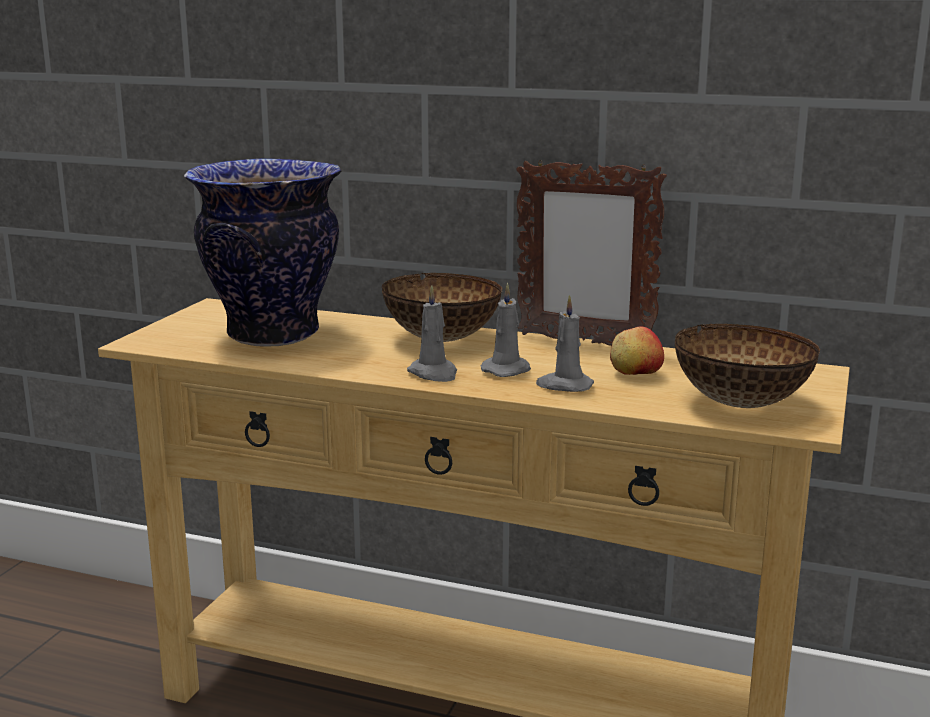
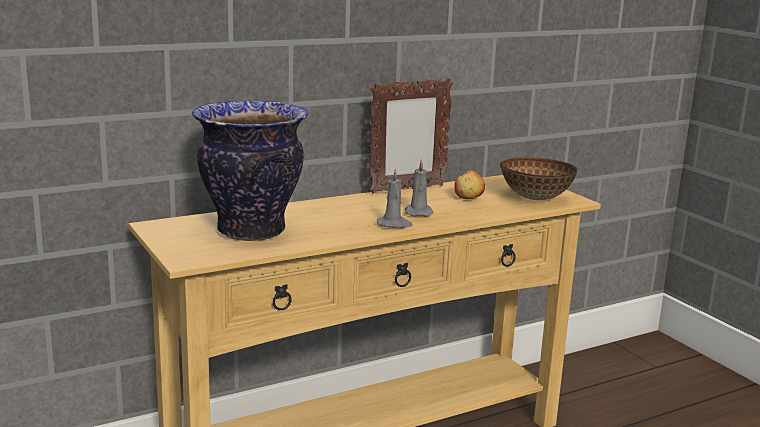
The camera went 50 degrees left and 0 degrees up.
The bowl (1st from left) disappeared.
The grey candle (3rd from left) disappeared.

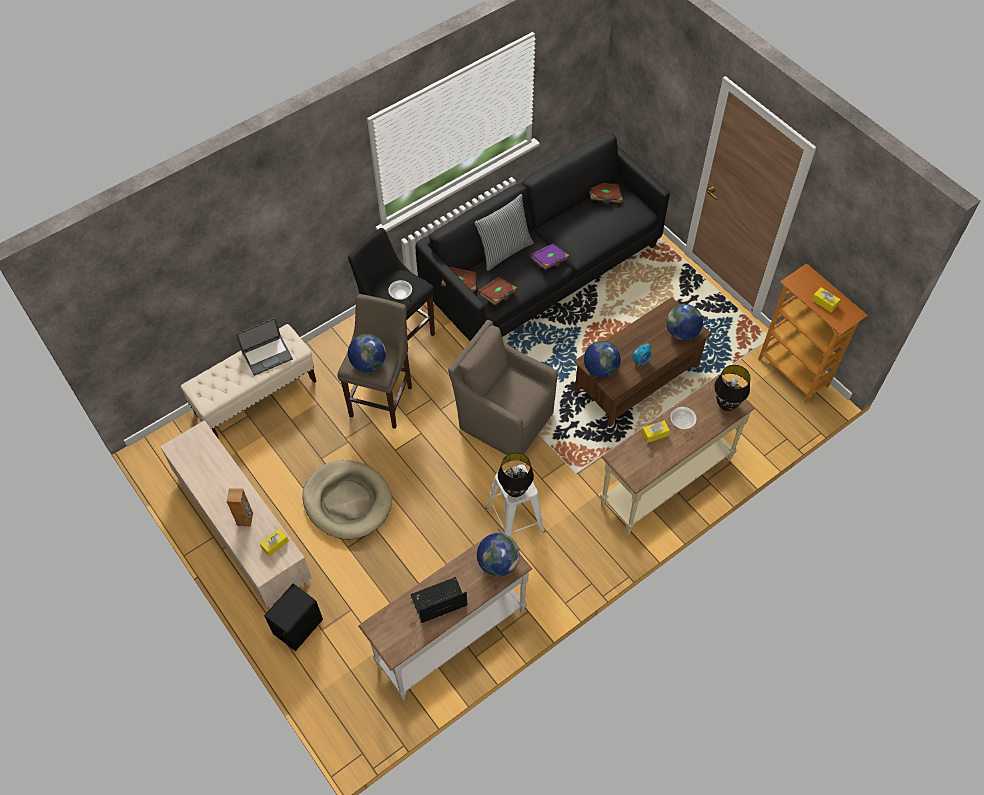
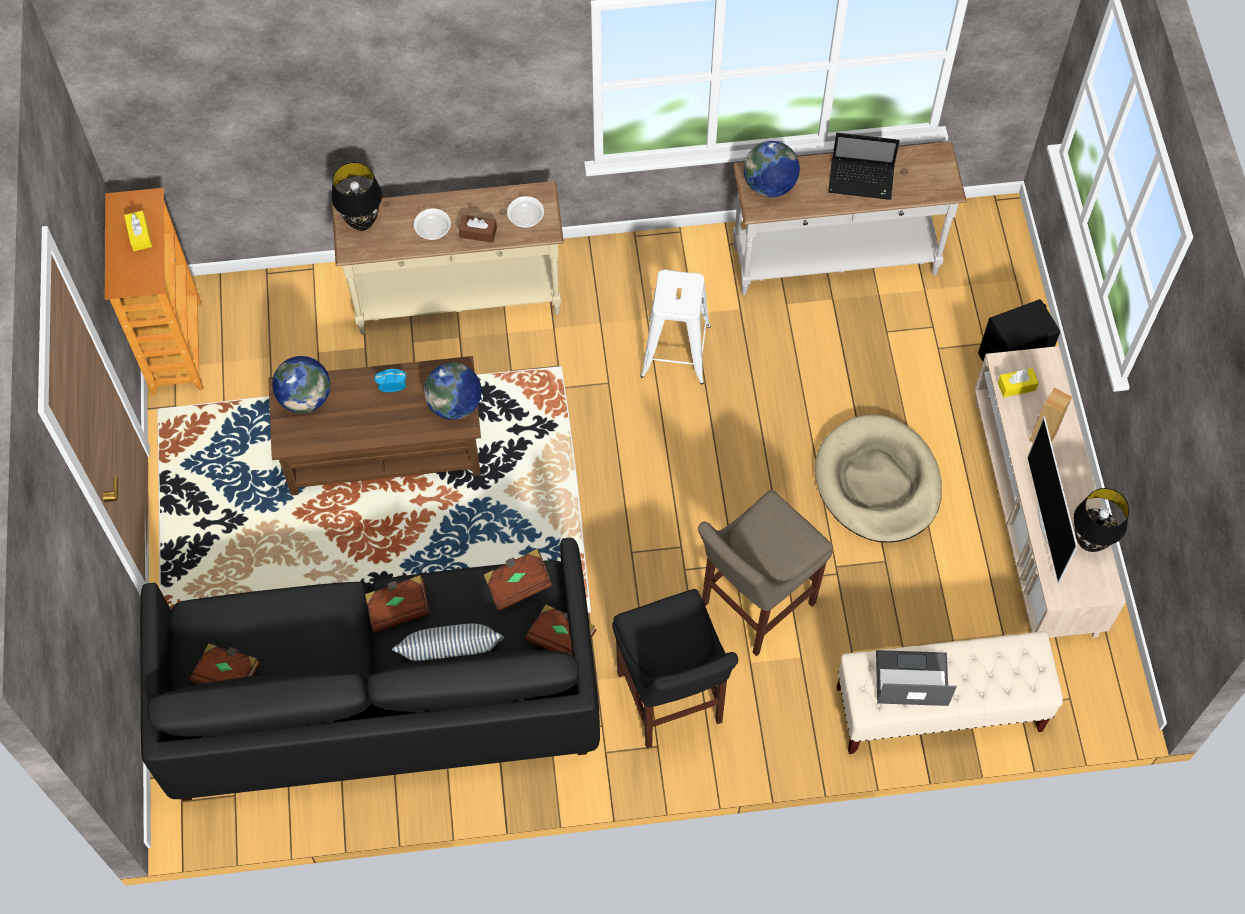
The camera went 150 degrees left and 5 degrees up.
The globe (1st from left) disappeared.
The bowl (1st from left in the first image) moved.
The brown armchair disappeared.
The black table lamp (1st from left in the first image) moved.
The purple book became the brown book (2nd from left).
The yellow tissue box (2nd from left) became the brown tissue box.
The television appeared.

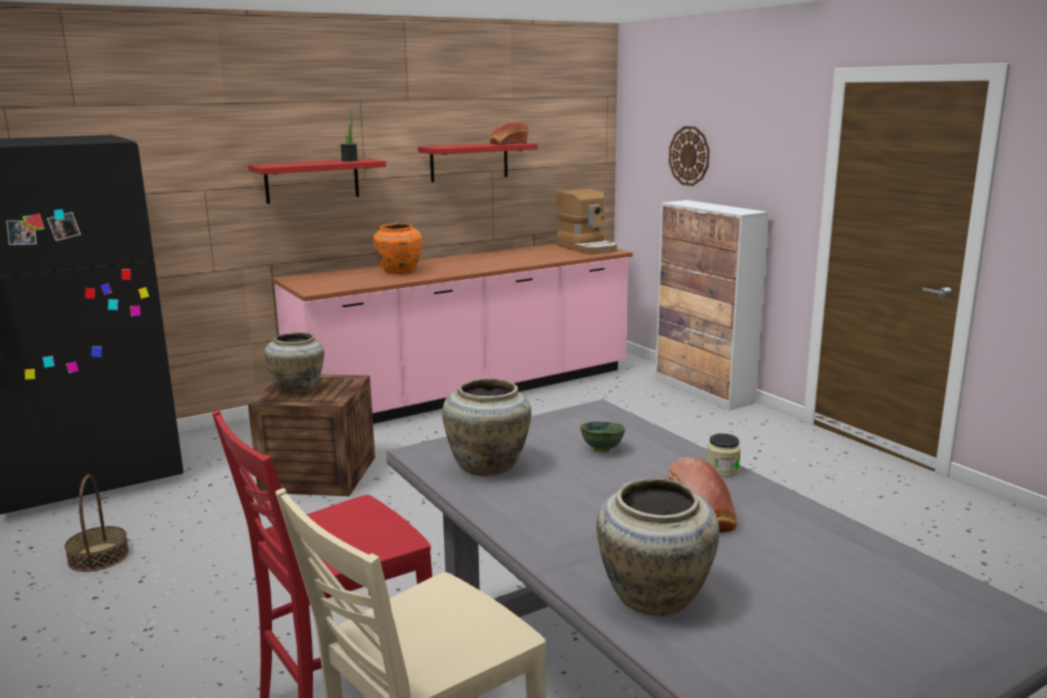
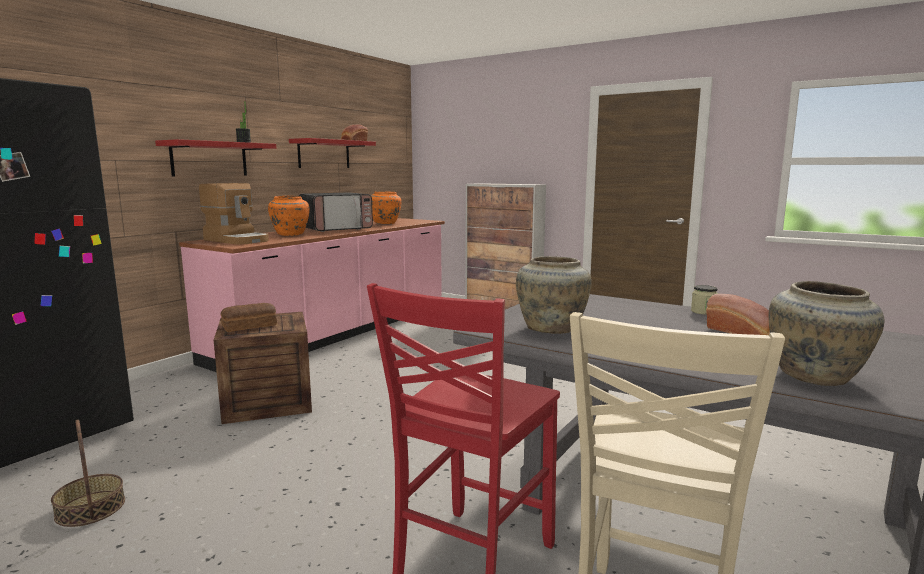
The camera went 25 degrees left and 5 degrees down.
The beige vase (1st from left) was replaced by the bread (1st from left).
The coffee machine moved.
The green bowl disappeared.
The wall clock disappeared.
The microwave appeared.
The orange vase (2nd from left) appeared.

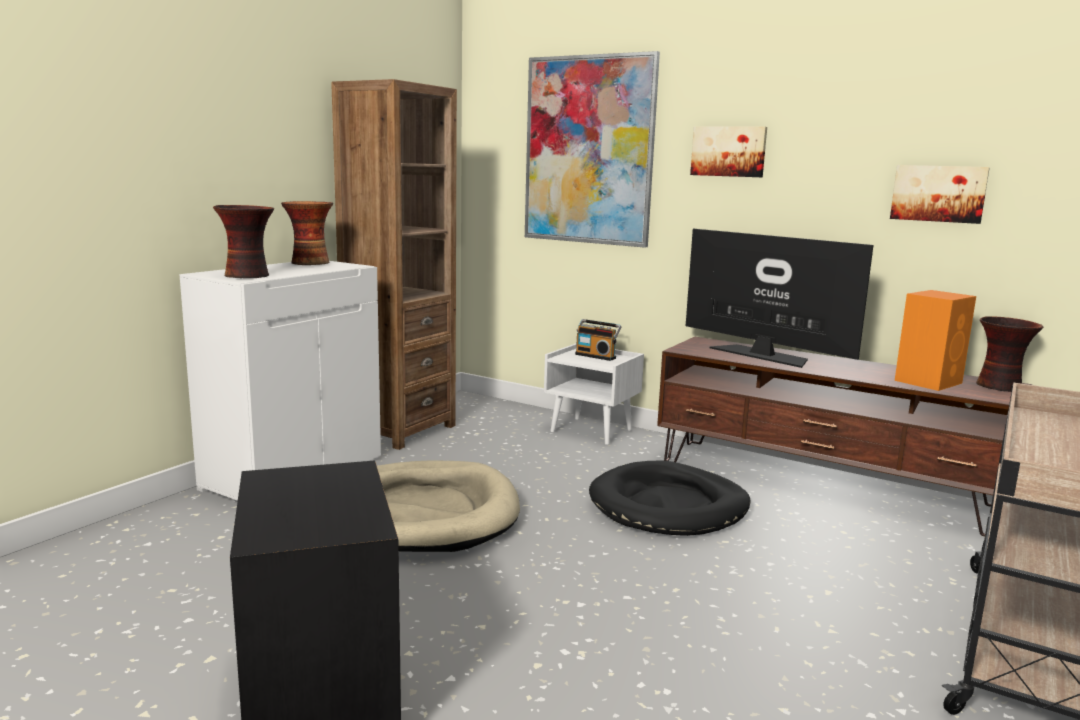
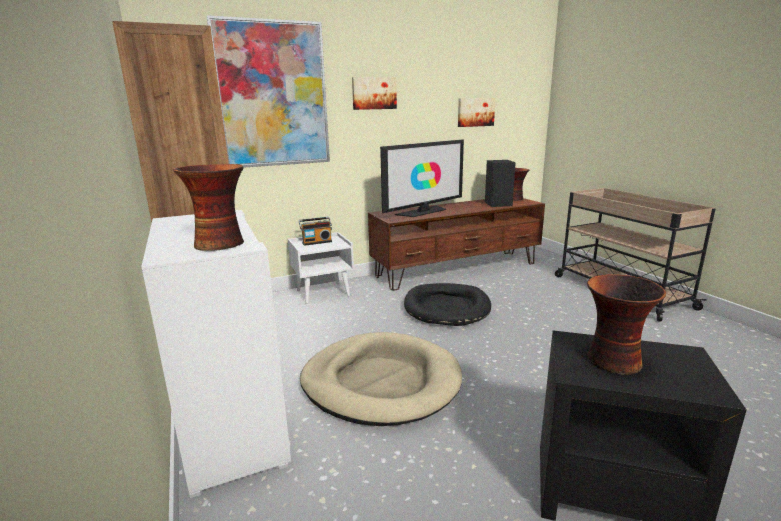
The camera went 55 degrees left and 5 degrees up.
The vase (2nd from left in the first image) moved.
The television turned 150 degrees clockwise.
The orange speaker became the black speaker.

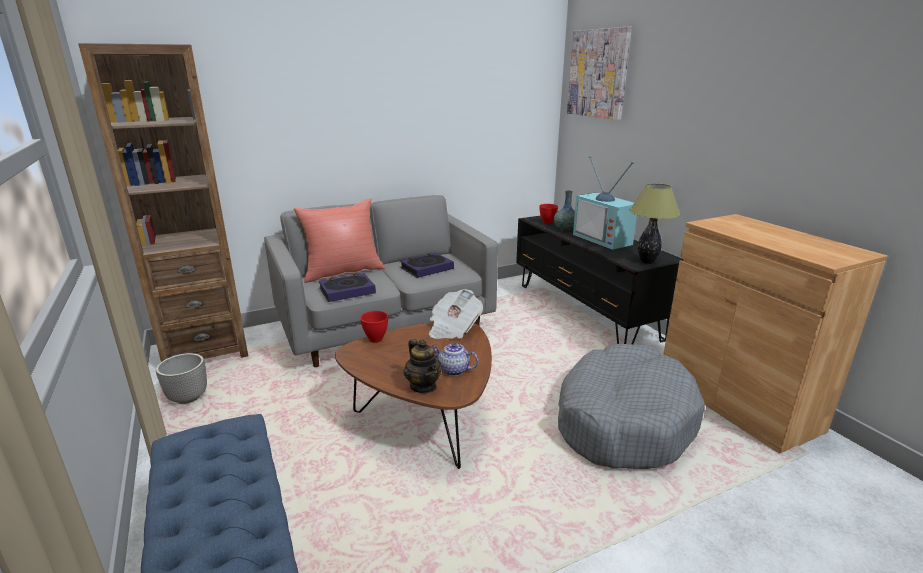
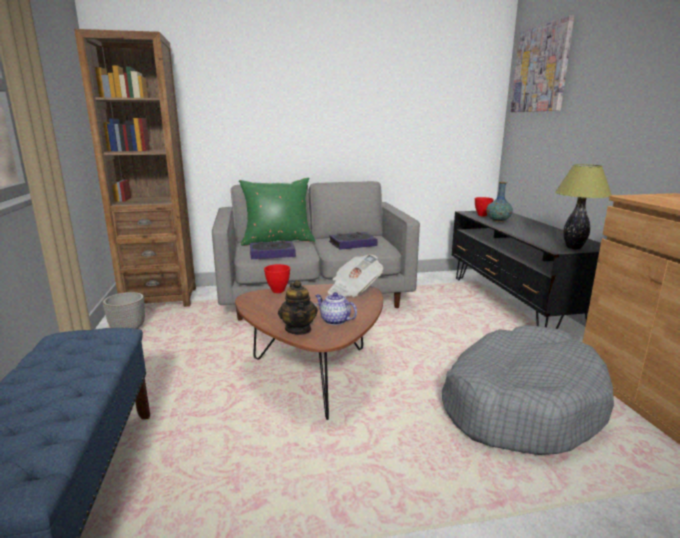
The camera went 15 degrees right and 5 degrees down.
The red pillow became the green pillow.
The television disappeared.

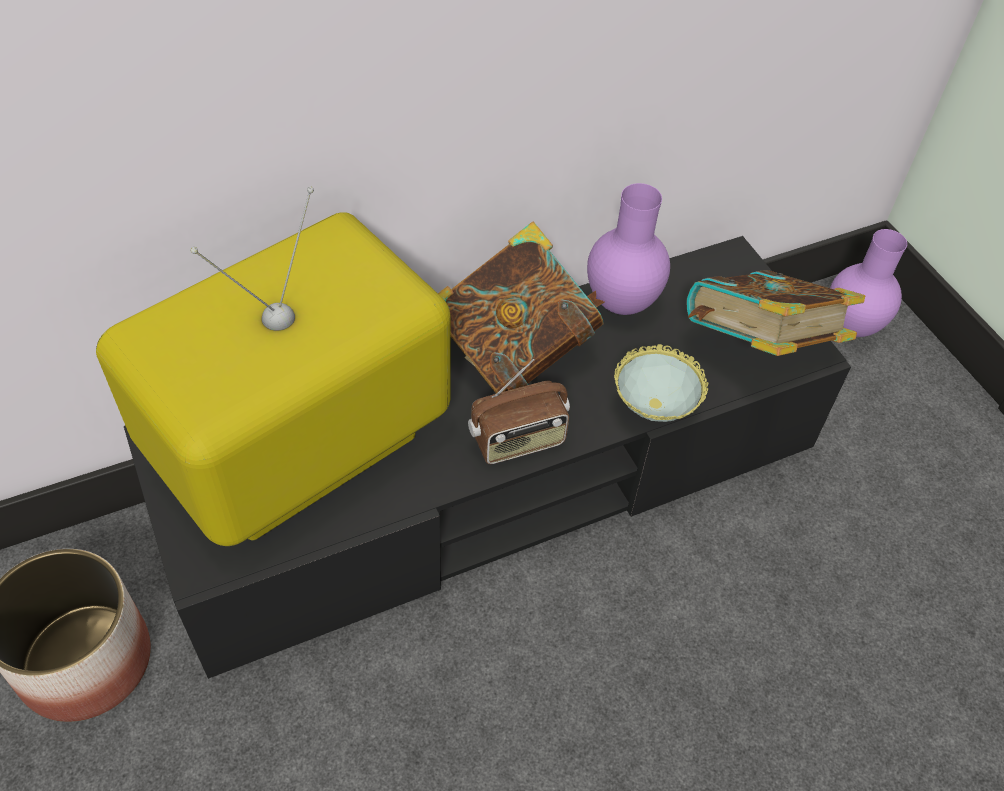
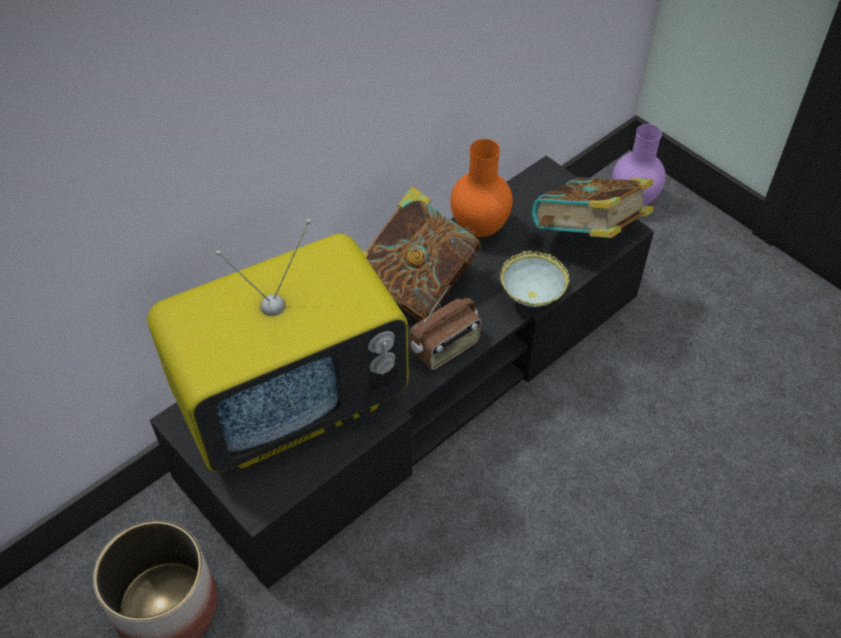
The camera went 15 degrees left and 0 degrees up.
The television turned 150 degrees counterclockwise.
The purple vase (1st from left) became the orange vase.

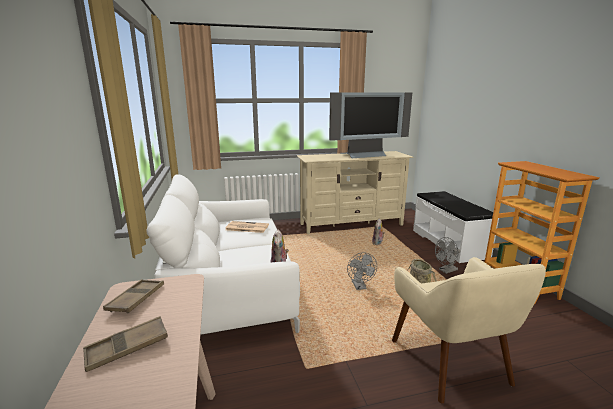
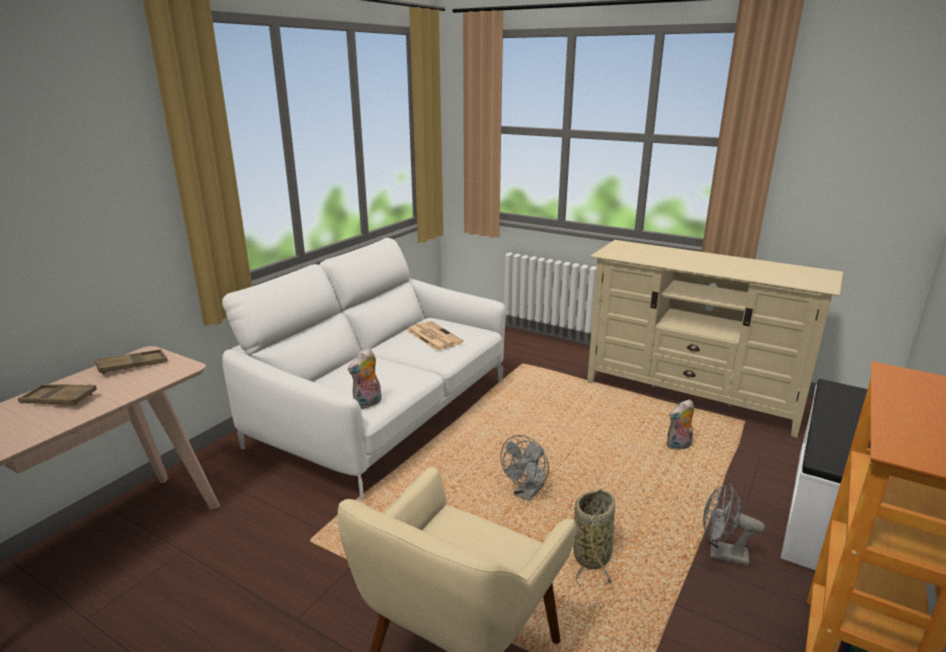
The camera went 45 degrees right and 5 degrees up.
The television disappeared.

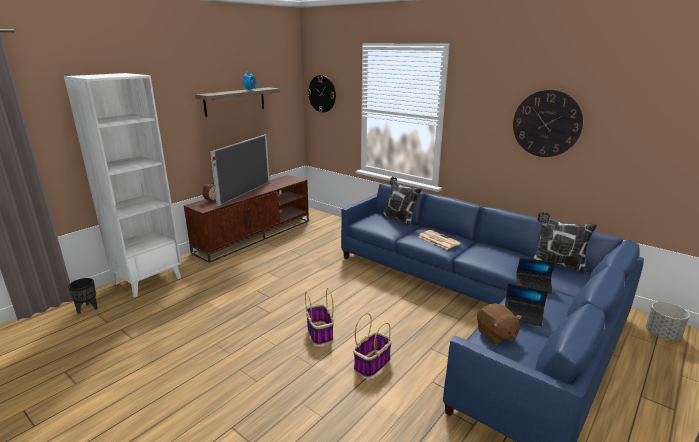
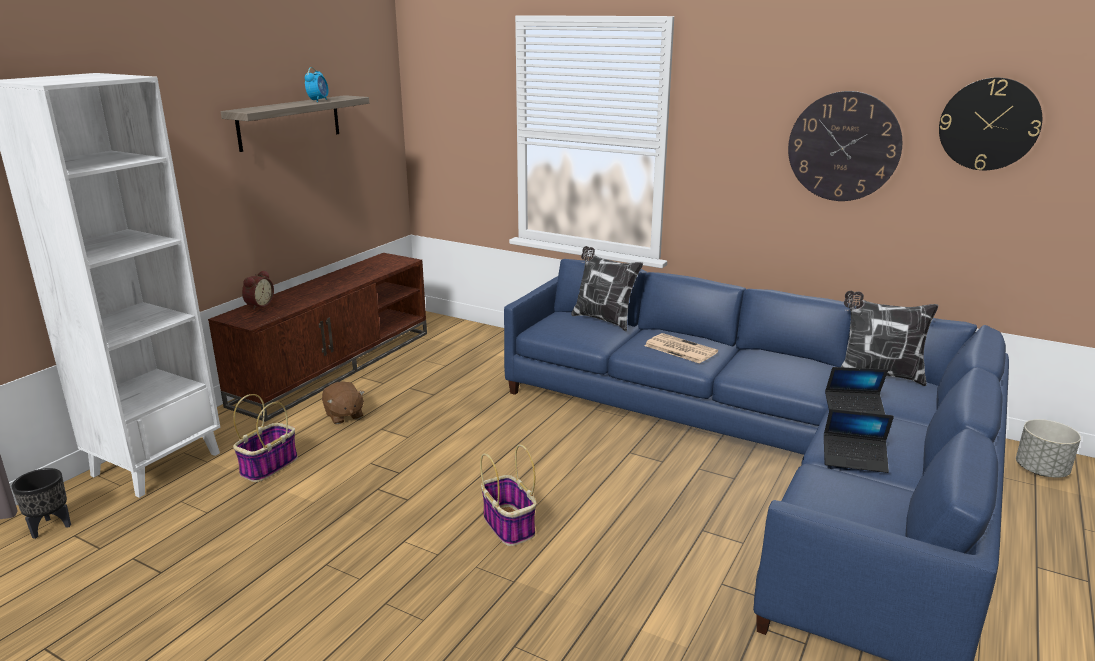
The camera went 10 degrees left and 0 degrees up.
The television disappeared.
The wall clock (1st from left in the first image) moved.
The basket (2nd from left in the first image) moved.
The brown plush toy moved.

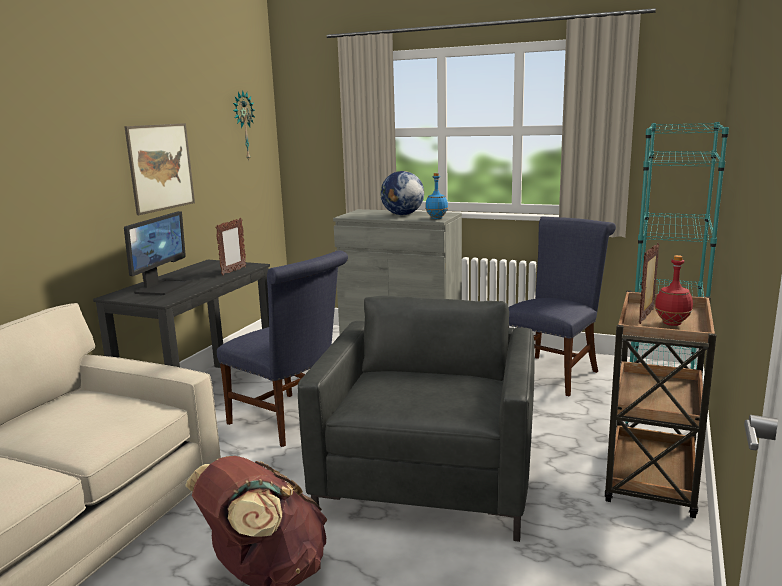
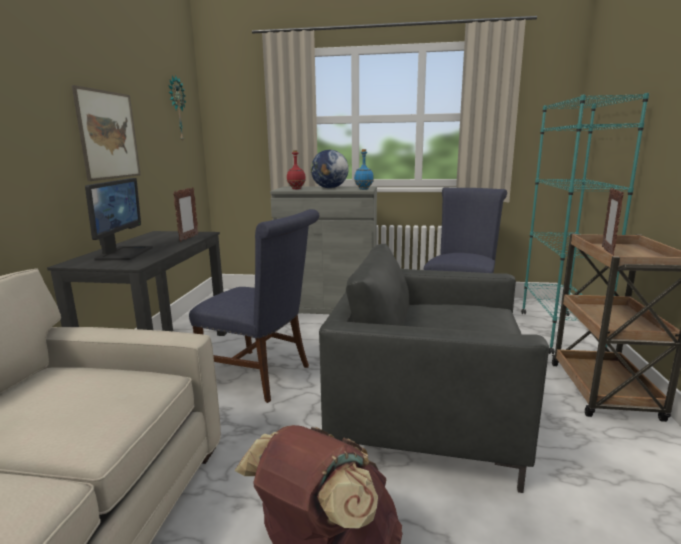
The camera went 15 degrees left and 0 degrees up.
The grey armchair turned 75 degrees counterclockwise.
The red bottle moved.

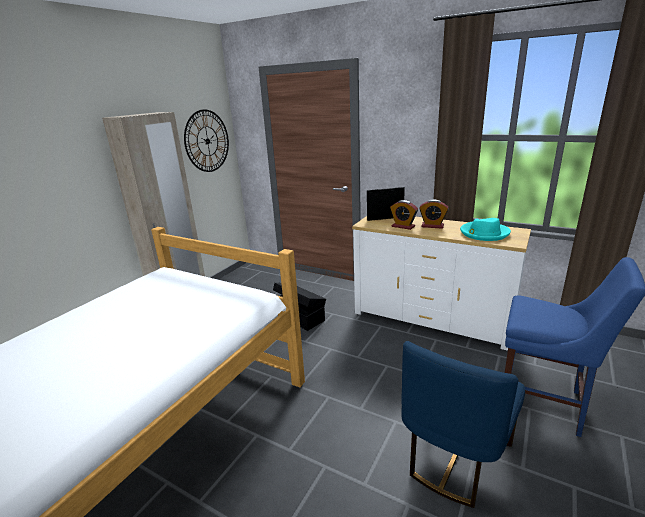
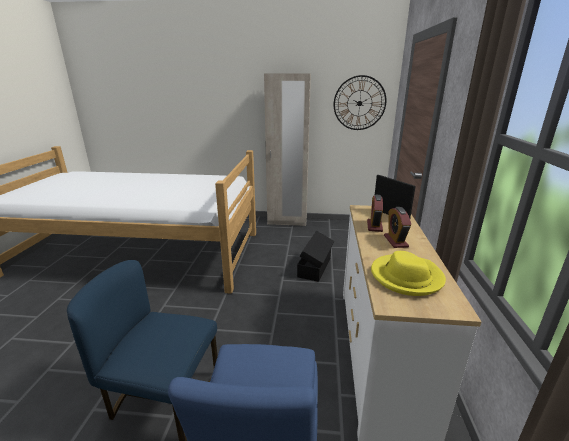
The camera went 65 degrees right and 0 degrees up.
The turquoise hat became the yellow hat.

